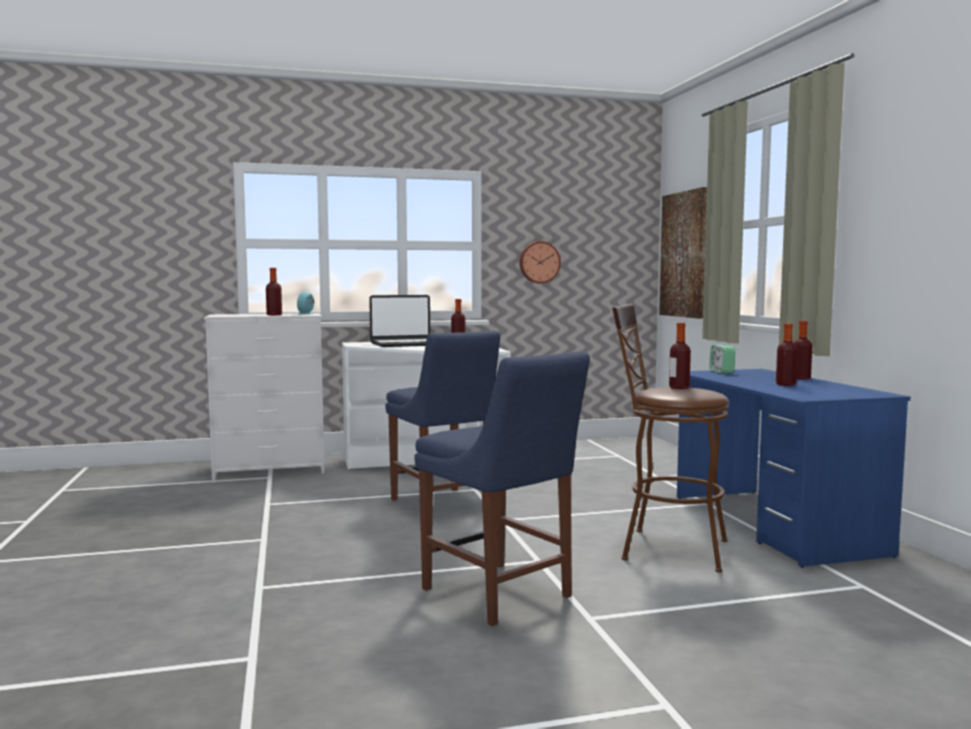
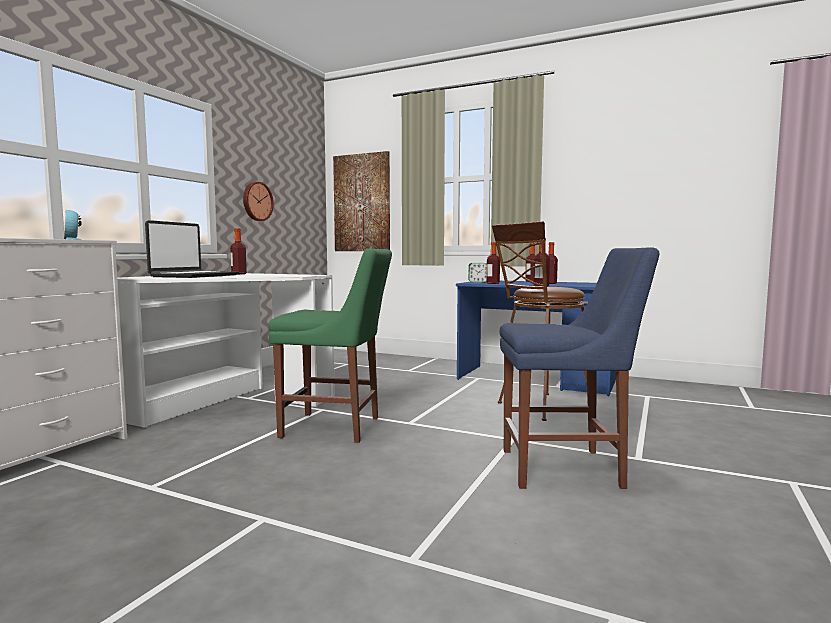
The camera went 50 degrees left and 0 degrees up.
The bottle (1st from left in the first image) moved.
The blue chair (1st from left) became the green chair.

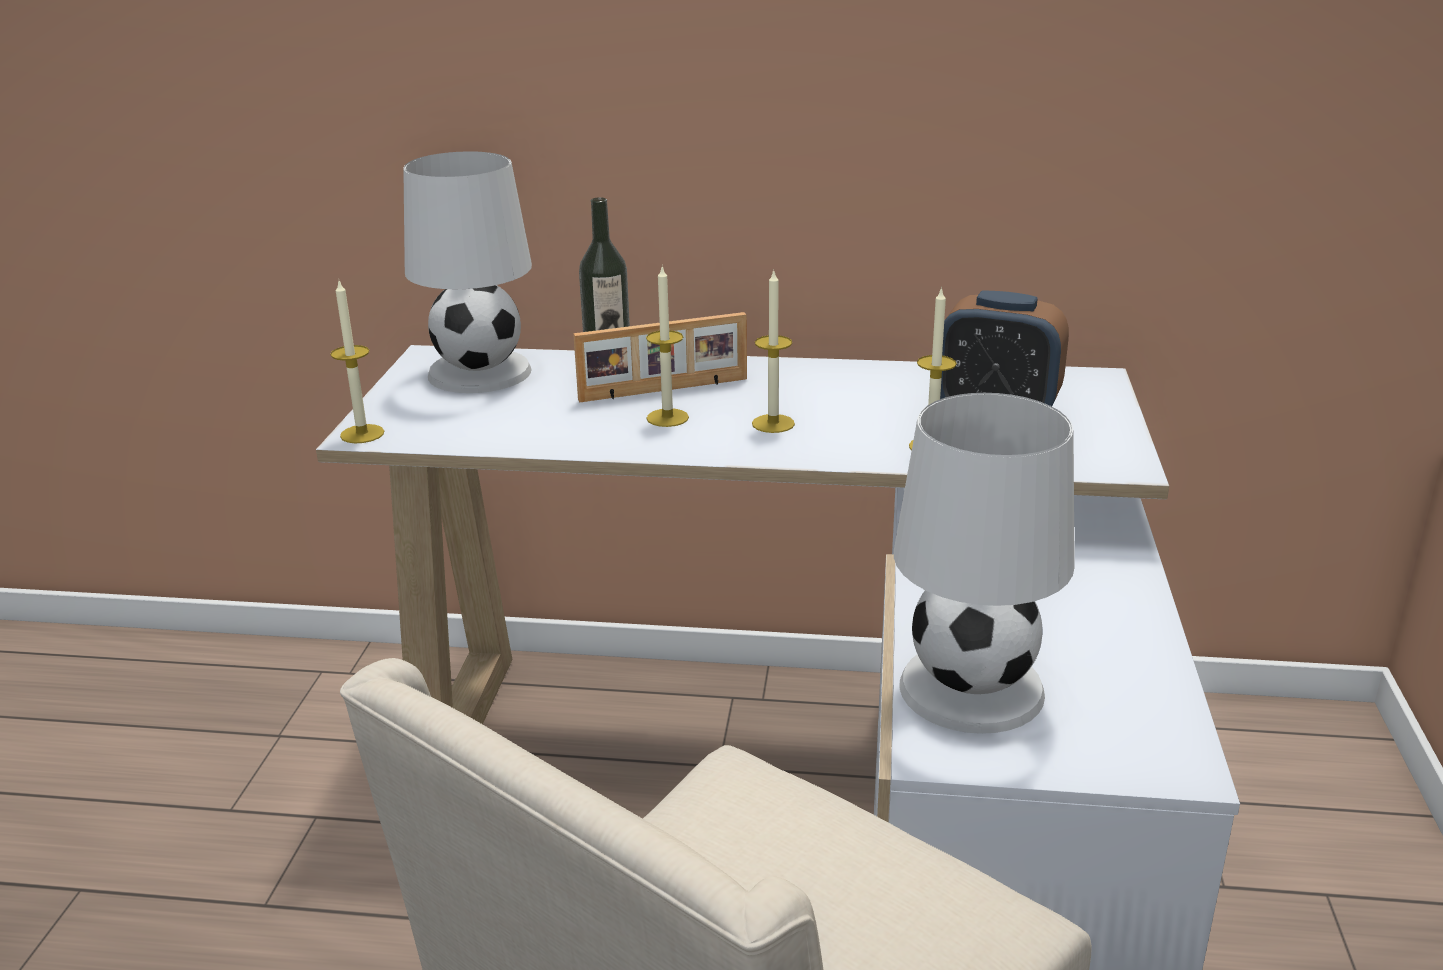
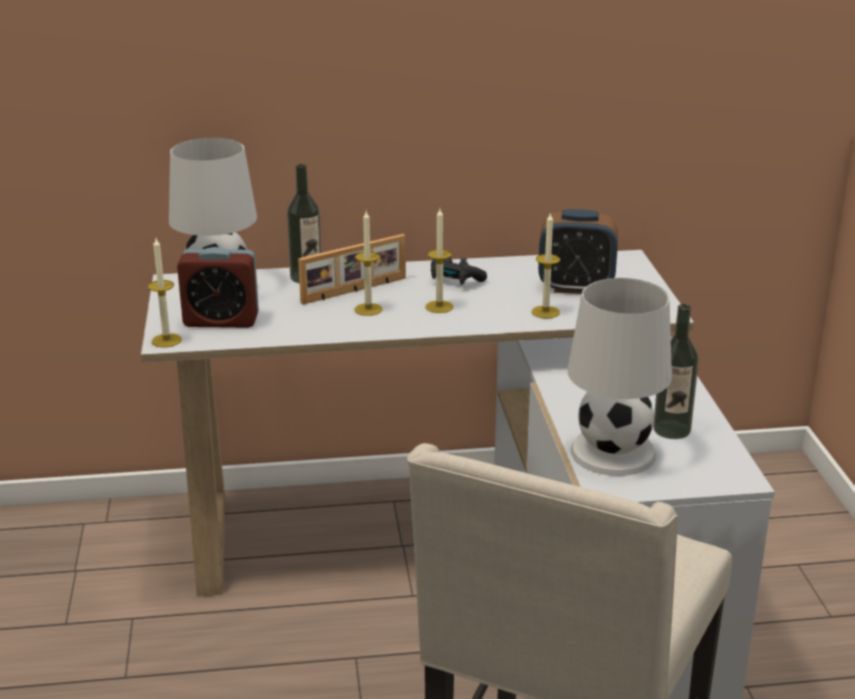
The camera went 15 degrees left and 0 degrees up.
The alarm clock (1st from left) appeared.
The black game controller appeared.
The bottle (2nd from left) appeared.

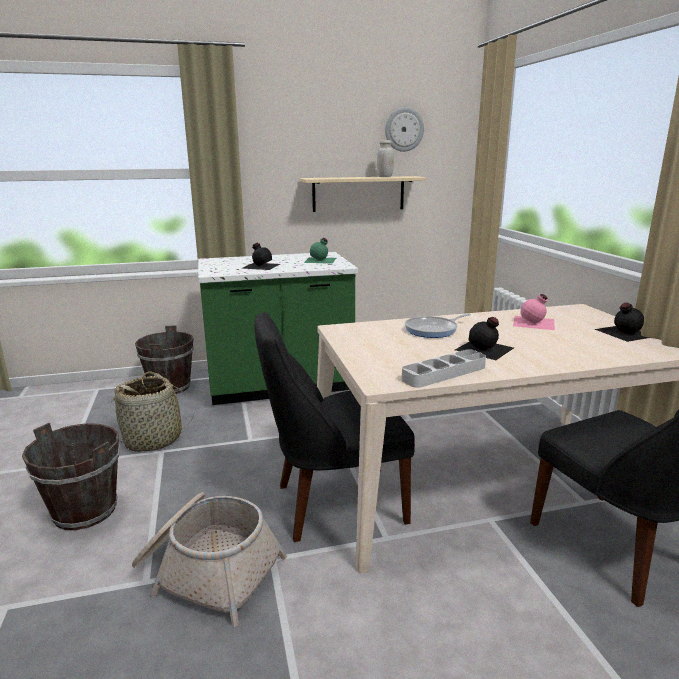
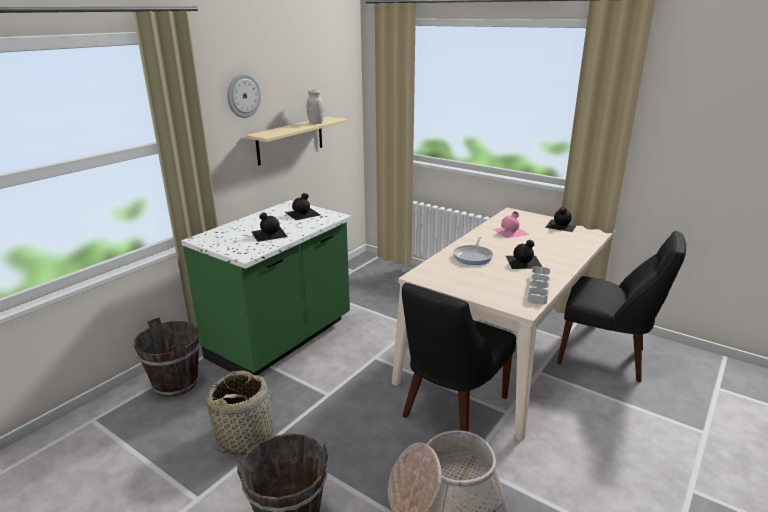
The camera went 40 degrees left and 5 degrees up.
The green bottle became the black bottle (2nd from left).
The wall clock moved.

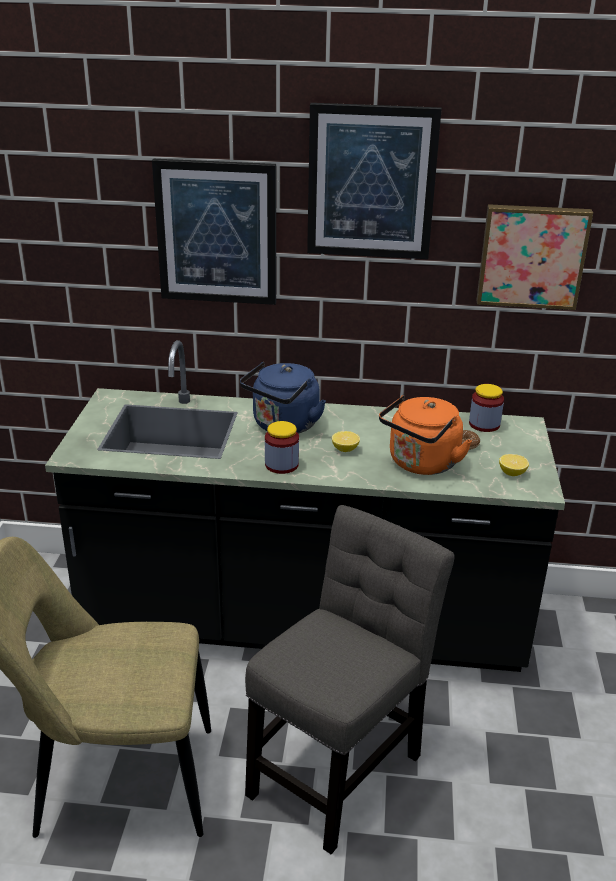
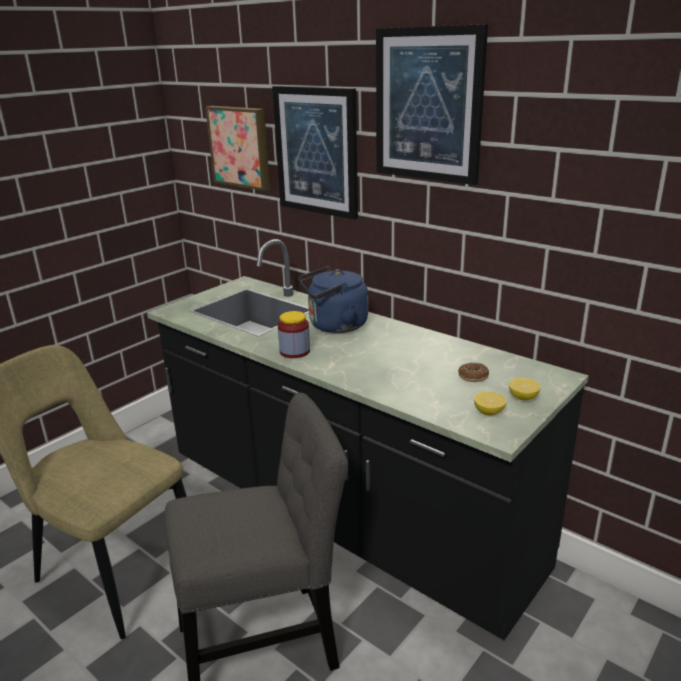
The camera went 35 degrees right and 5 degrees down.
The lemon (1st from left in the first image) moved.
The orange kettle disappeared.
The jar (2nd from left) disappeared.
The picture (3rd from left in the first image) moved.

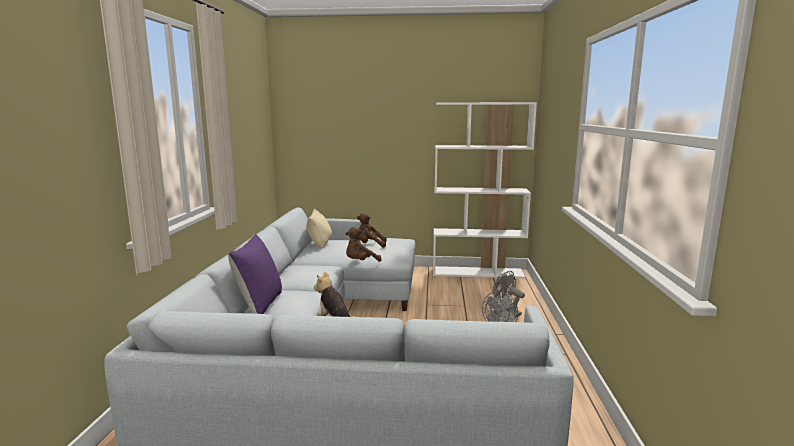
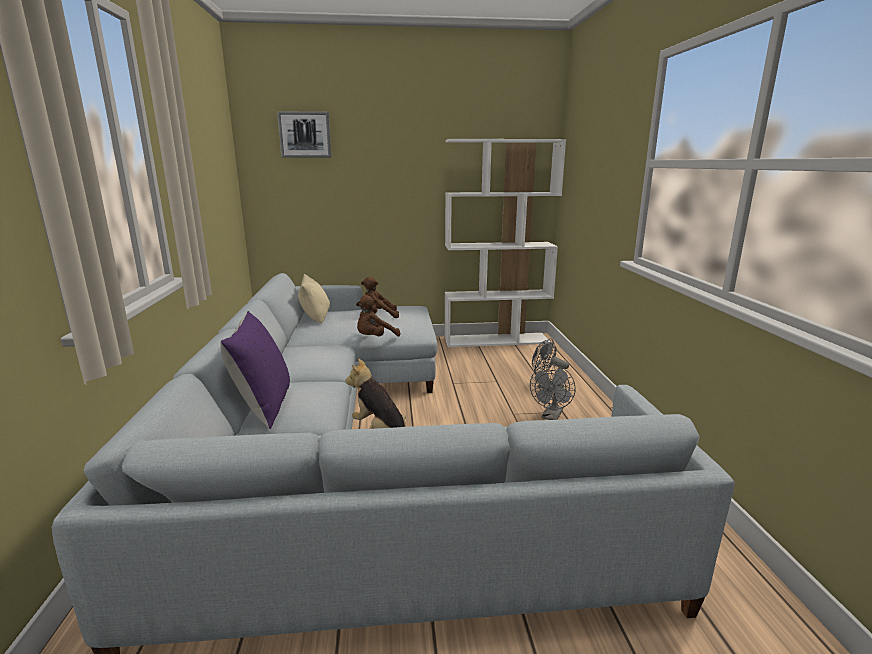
The camera went 10 degrees left and 5 degrees up.
The picture appeared.

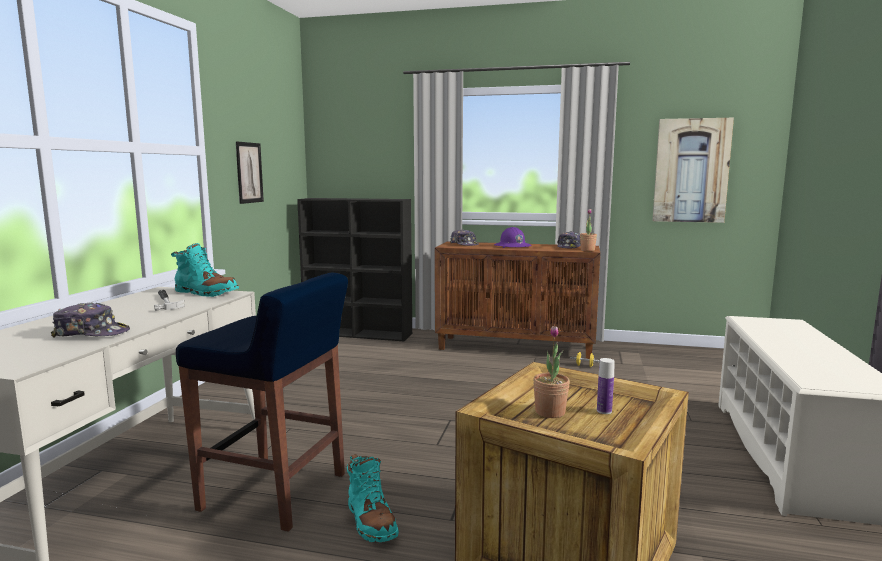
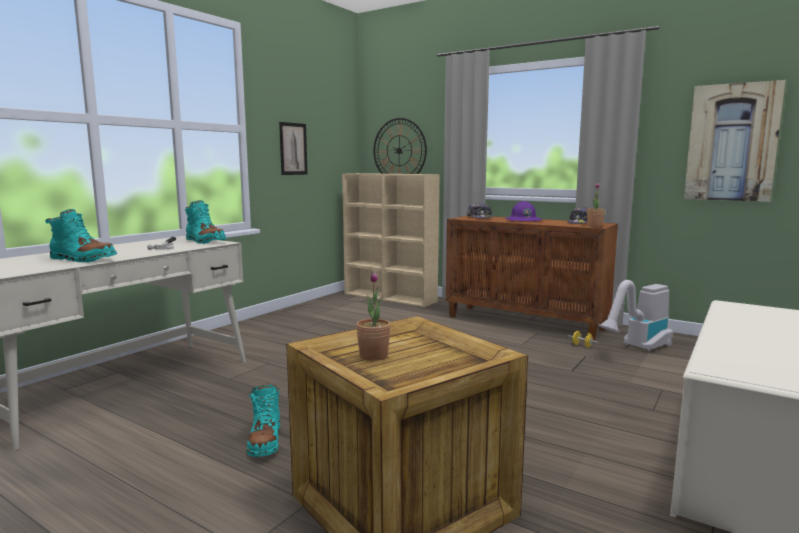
The camera went 20 degrees right and 0 degrees up.
The cap (1st from left) was replaced by the turquoise boot (1st from left).
The blue stool disappeared.
The black bookcase became the beige bookcase.
The bottle disappeared.
The wall clock appeared.
The vacuum cleaner appeared.

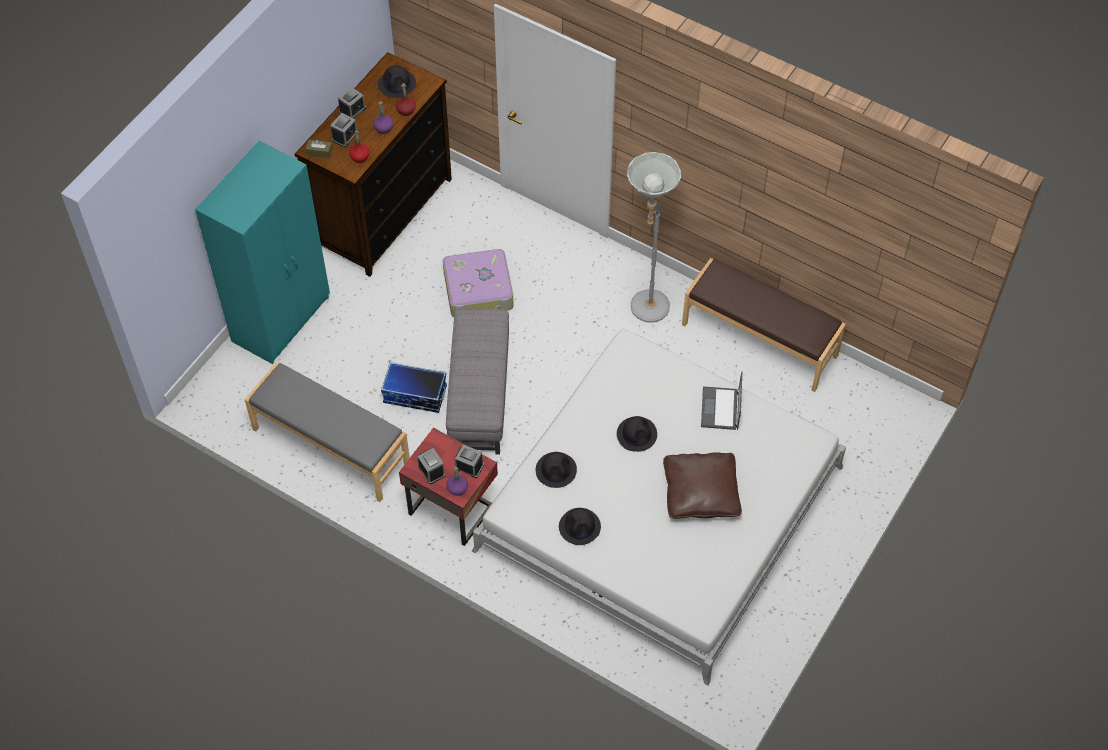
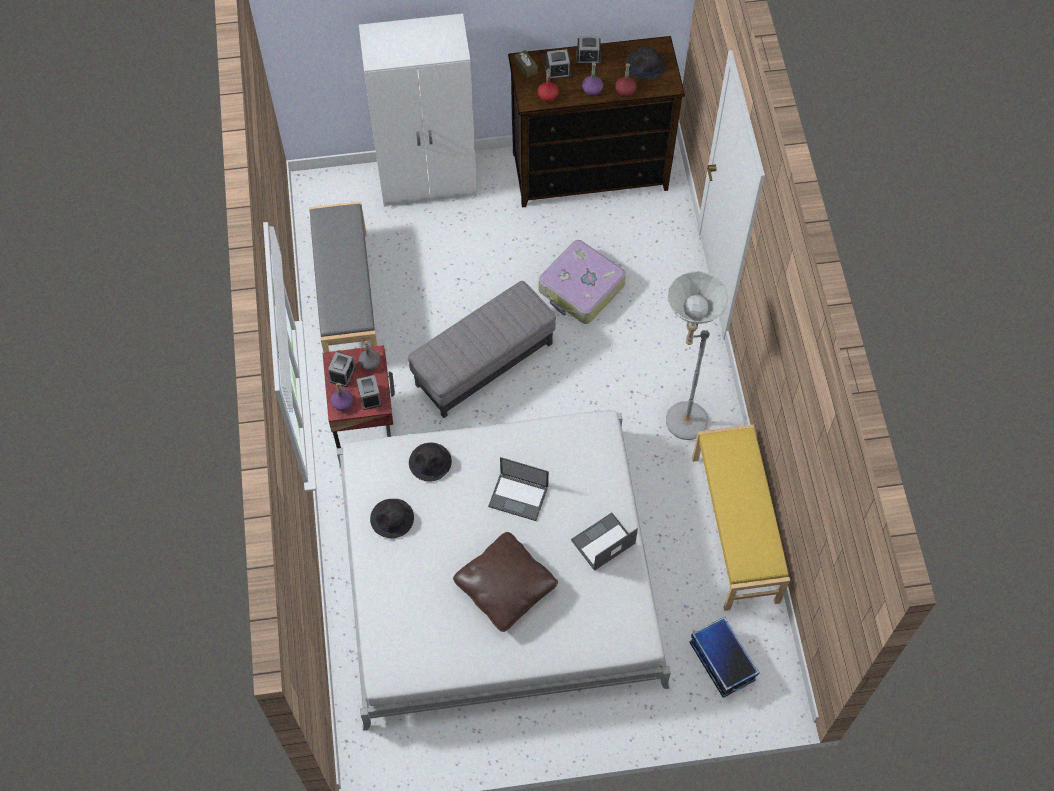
The camera went 50 degrees right and 5 degrees up.
The turquoise wardrobe became the white wardrobe.
The storage box moved.
The black hat (4th from left) was replaced by the laptop (1st from left).
The brown bench became the yellow bench.
The grey bottle appeared.

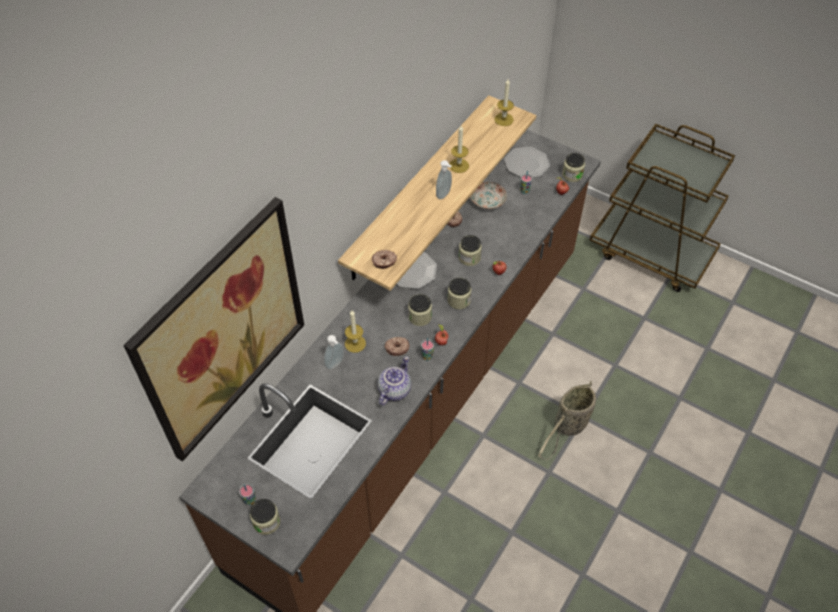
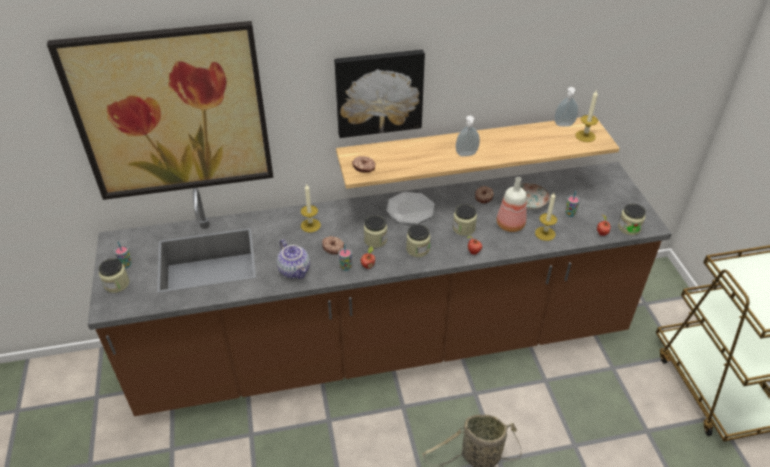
The camera went 45 degrees right and 10 degrees down.
The soap dispenser (1st from left in the first image) moved.
The teapot turned 75 degrees clockwise.
The candle (2nd from left) moved.
The plate (3rd from left) disappeared.
The picture (2nd from left) appeared.
The bottle appeared.

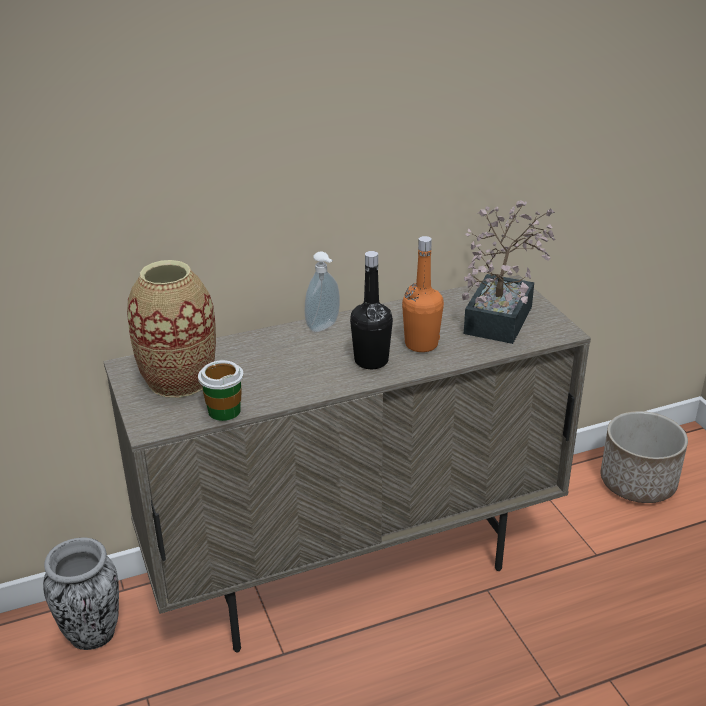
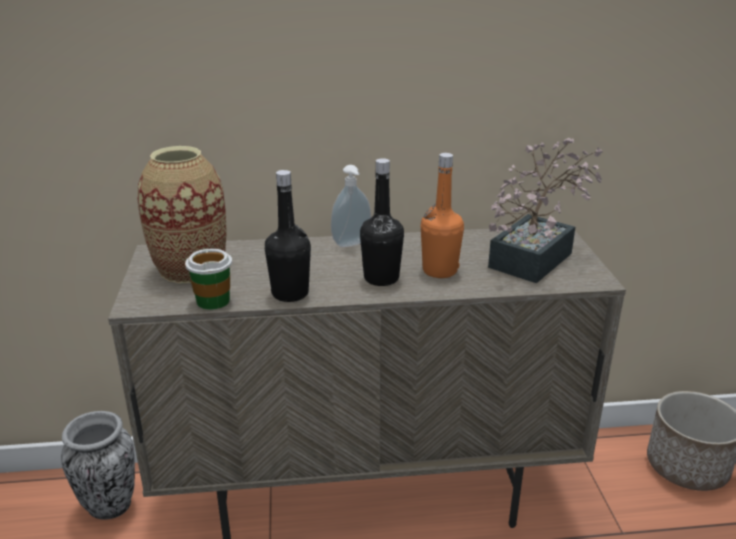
The camera went 15 degrees right and 5 degrees down.
The black bottle (1st from left) appeared.

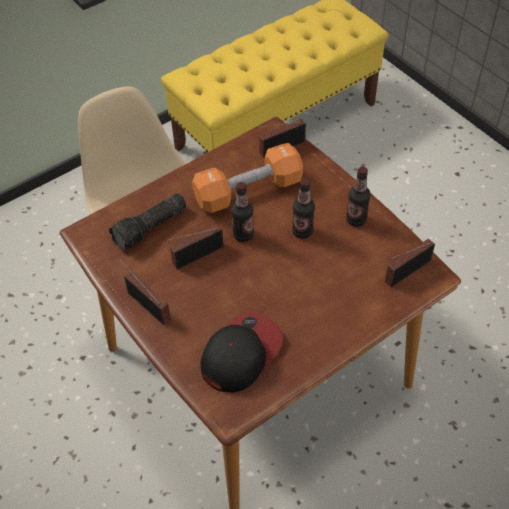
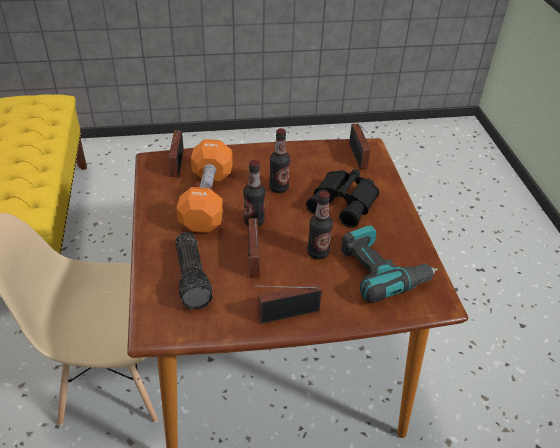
The camera went 65 degrees left and 10 degrees down.
The cap was replaced by the power drill.
The bottle (3rd from left) moved.
The black binoculars appeared.

